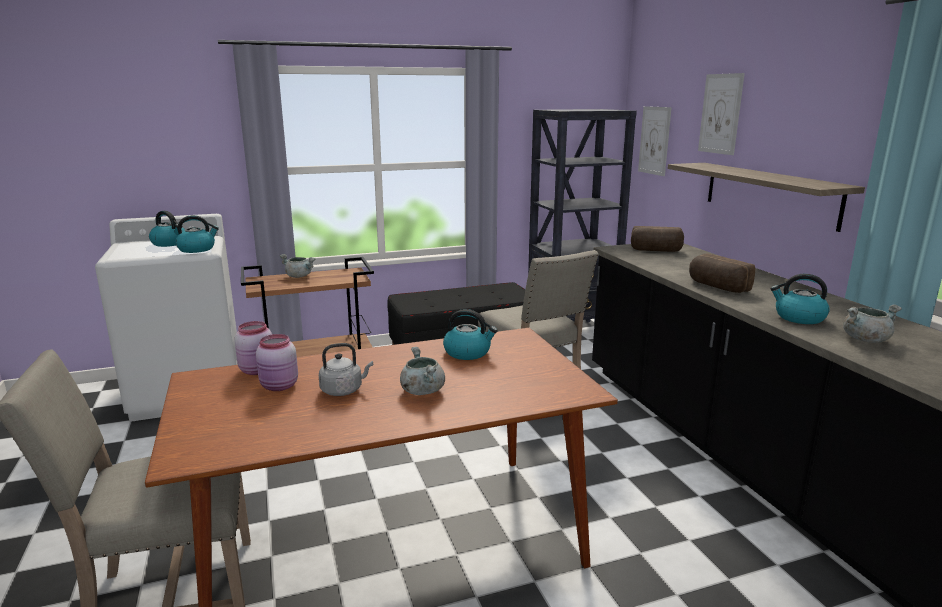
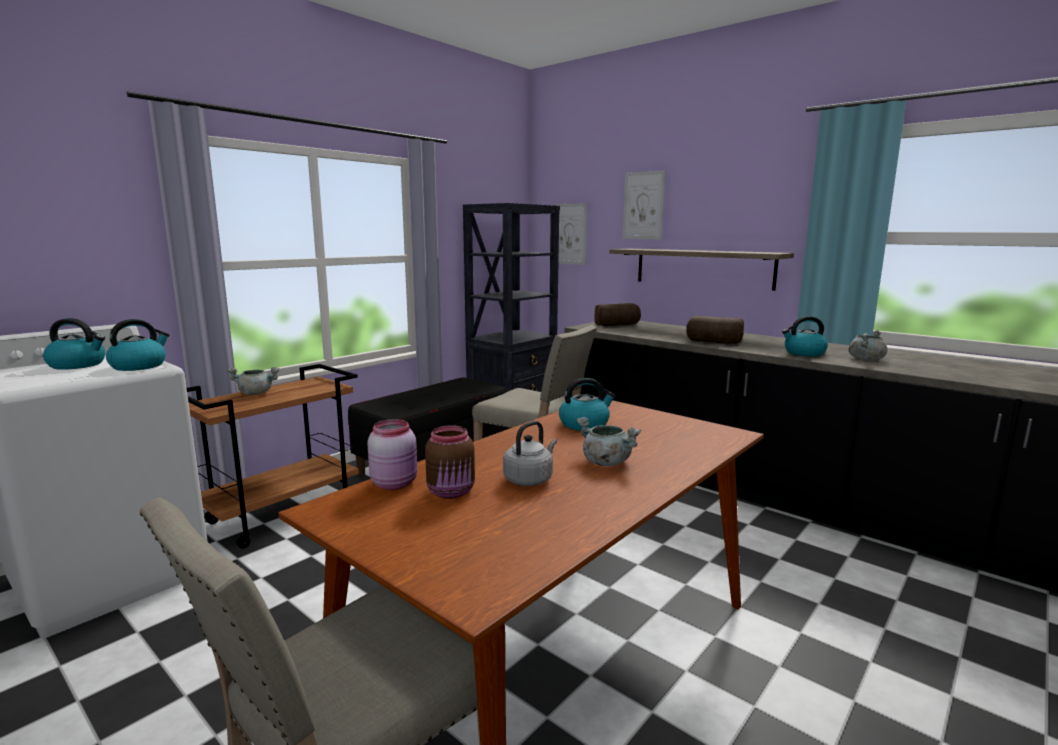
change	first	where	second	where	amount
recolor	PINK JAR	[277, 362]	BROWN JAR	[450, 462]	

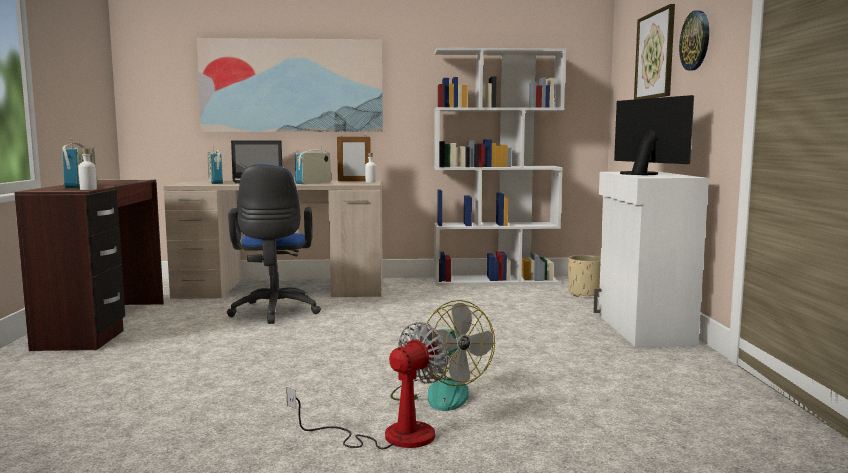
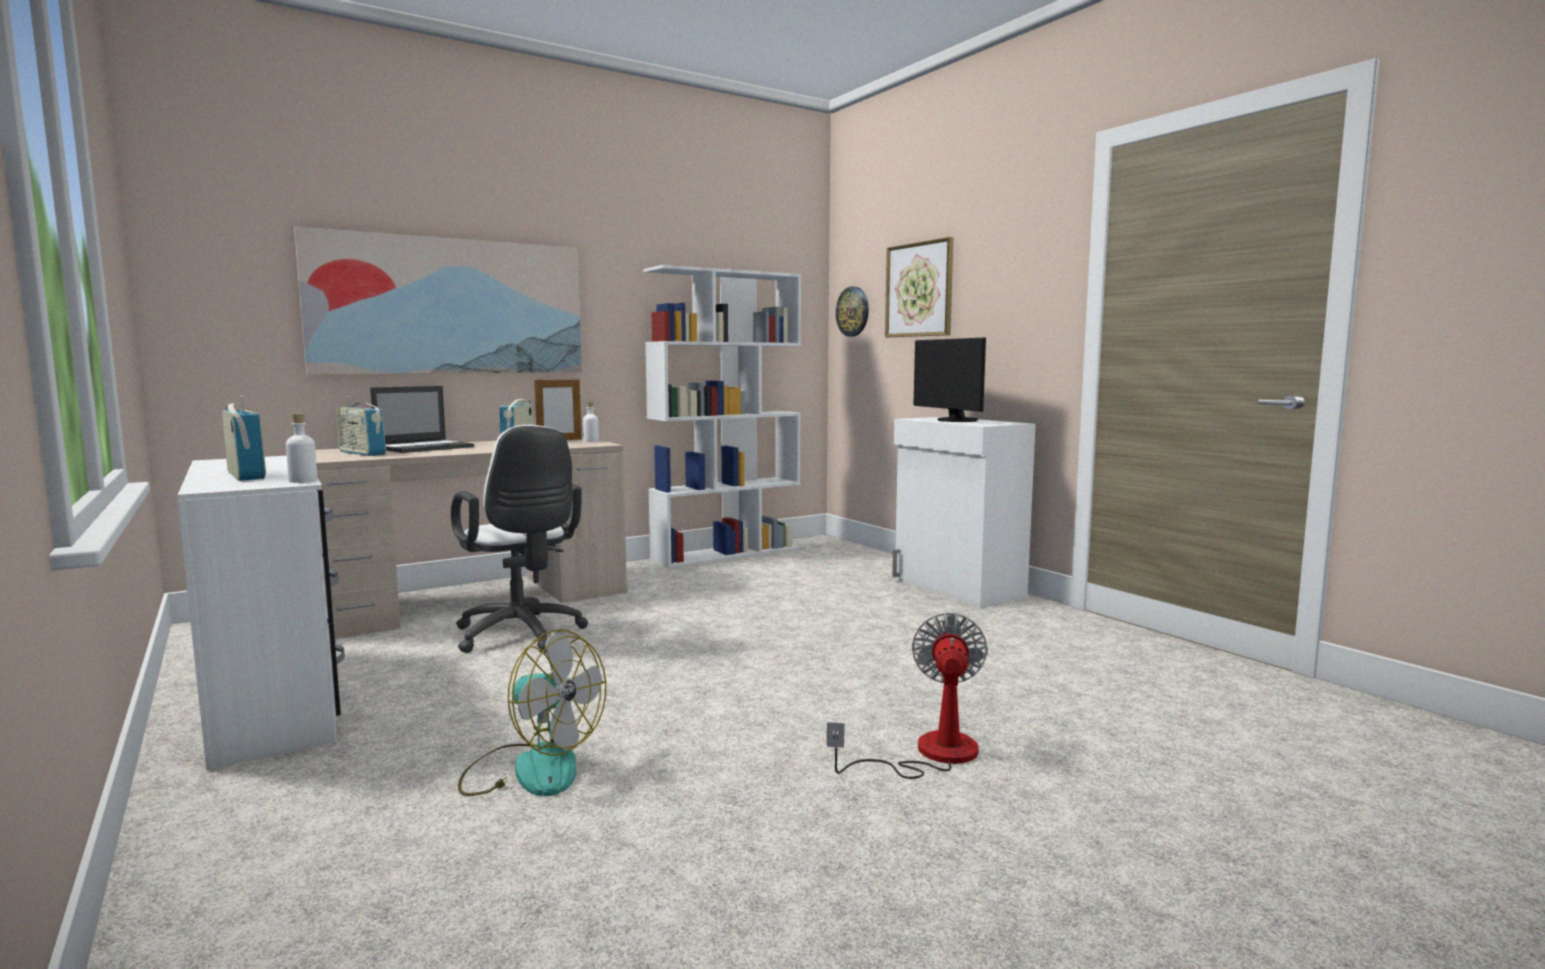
change	first	where	second	where	amount
move	WALL CLOCK	[694, 41]		[852, 311]	
rotate	MONITOR	[654, 135]		[950, 379]	150 degrees counterclockwise
recolor	BLUE OFFICE CHAIR	[274, 244]	WHITE OFFICE CHAIR	[519, 539]	
recolor	BROWN DESK	[89, 266]	WHITE DESK	[261, 613]	
delete	BEIGE PLANTER	[584, 276]			
move	FAN	[443, 355]		[532, 713]	

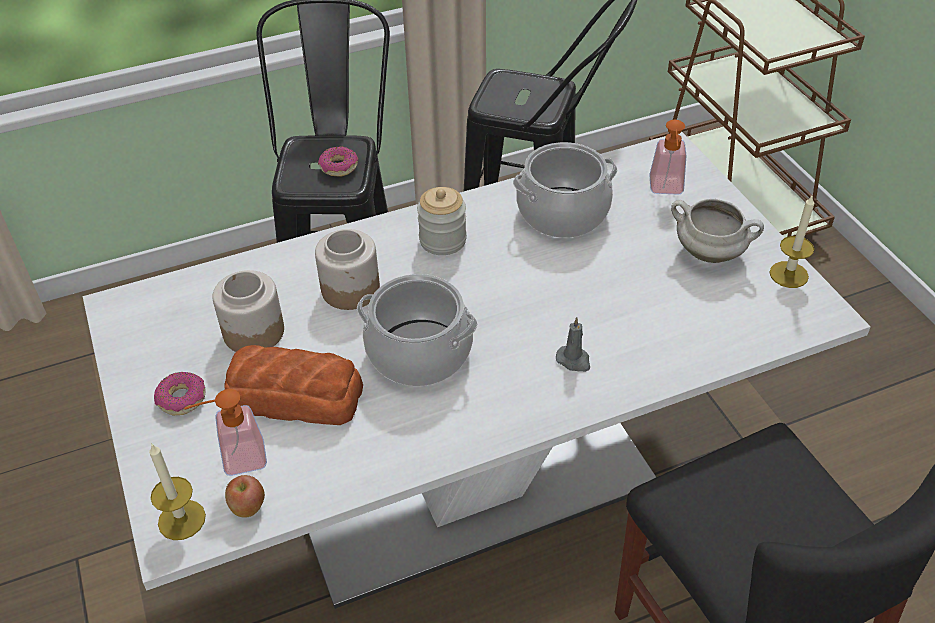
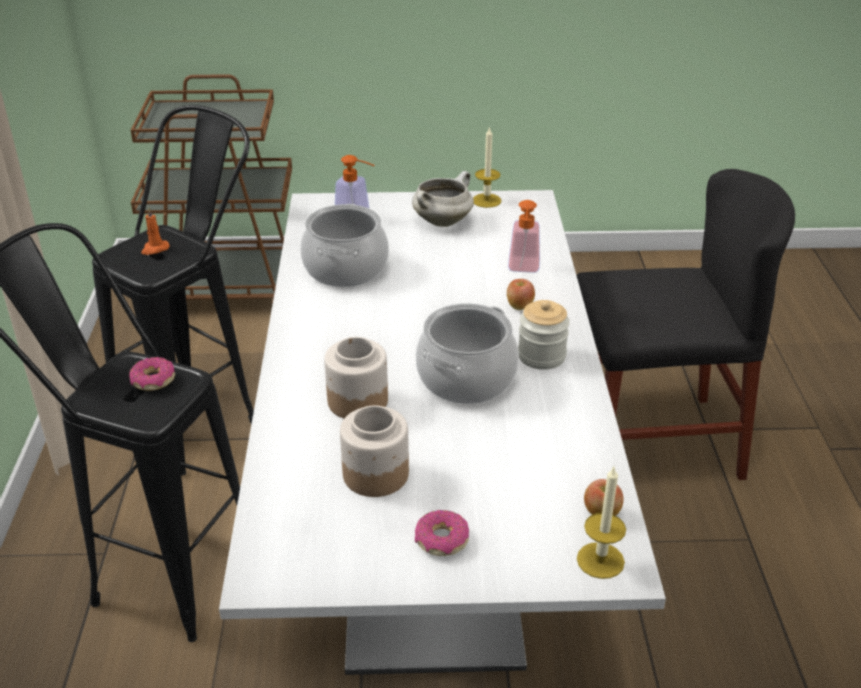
change	first	where	second	where	amount
move	JAR	[442, 221]		[544, 335]	
replace	GREY CANDLE	[573, 344]	APPLE	[521, 294]	
delete	BREAD	[293, 385]			
move	SOAP DISPENSER	[225, 432]		[524, 236]	
insert			ORANGE CANDLE	[155, 231]	

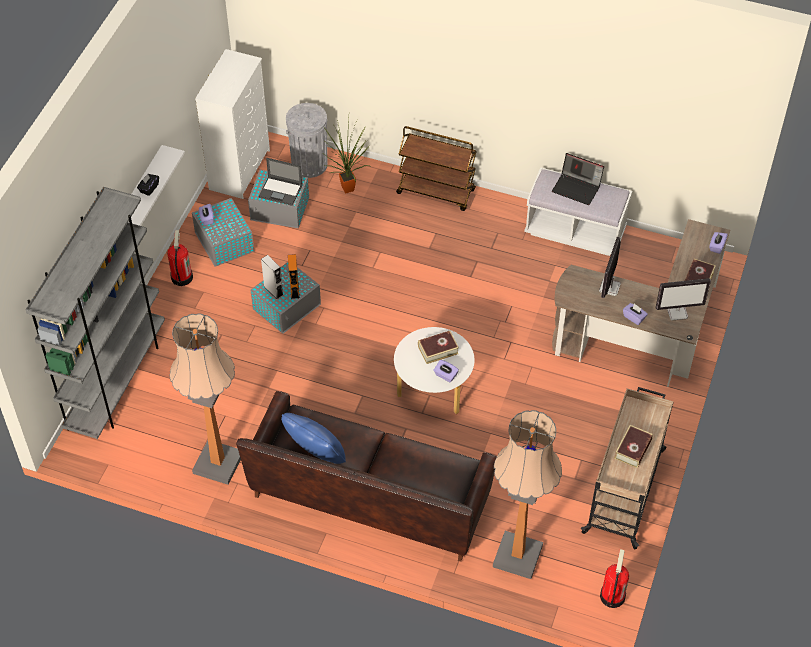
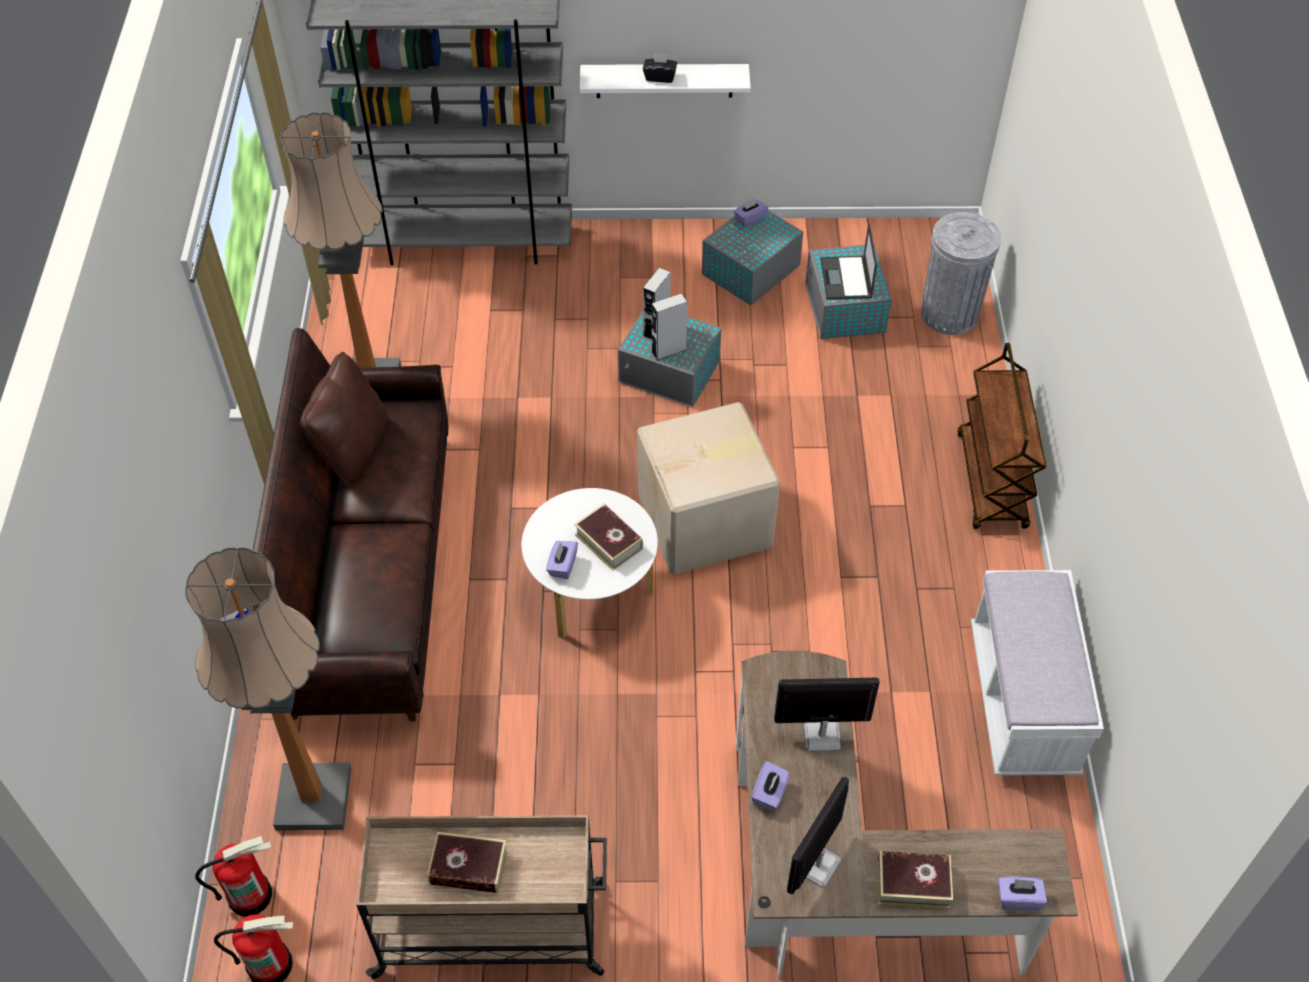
change	first	where	second	where	amount
delete	WHITE DRESSER	[232, 124]			
delete	POTTED PLANT	[347, 156]			
delete	LAPTOP	[578, 179]			
move	FIRE EXTINGUISHER	[180, 258]		[233, 876]	
recolor	ORANGE SPEAKER	[294, 276]	GREY SPEAKER	[669, 327]	
rotate	MONITOR	[683, 299]		[818, 835]	60 degrees clockwise
recolor	BLUE PILLOW	[313, 438]	BROWN PILLOW	[344, 419]	
insert			CARDBOARD BOX	[708, 488]	

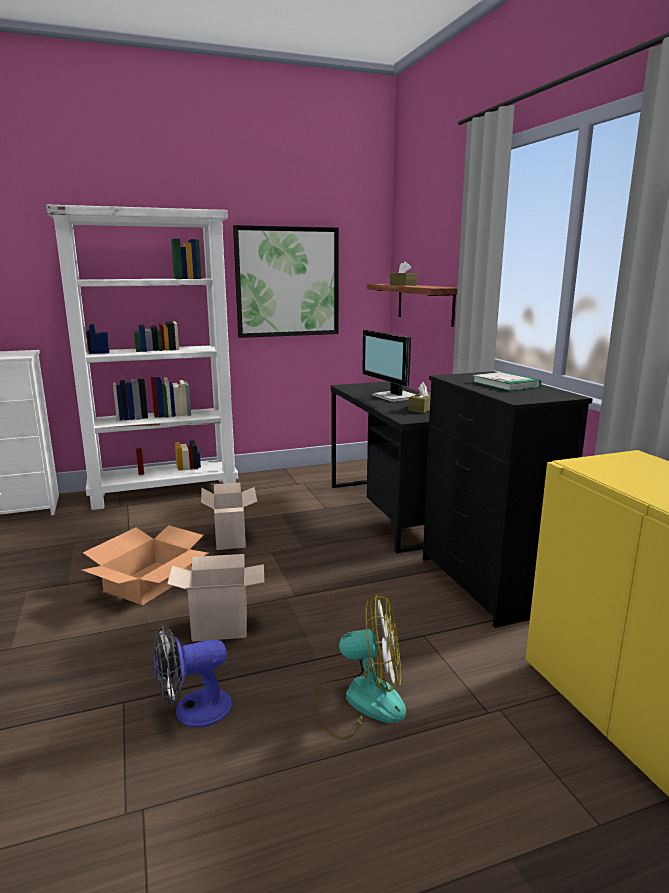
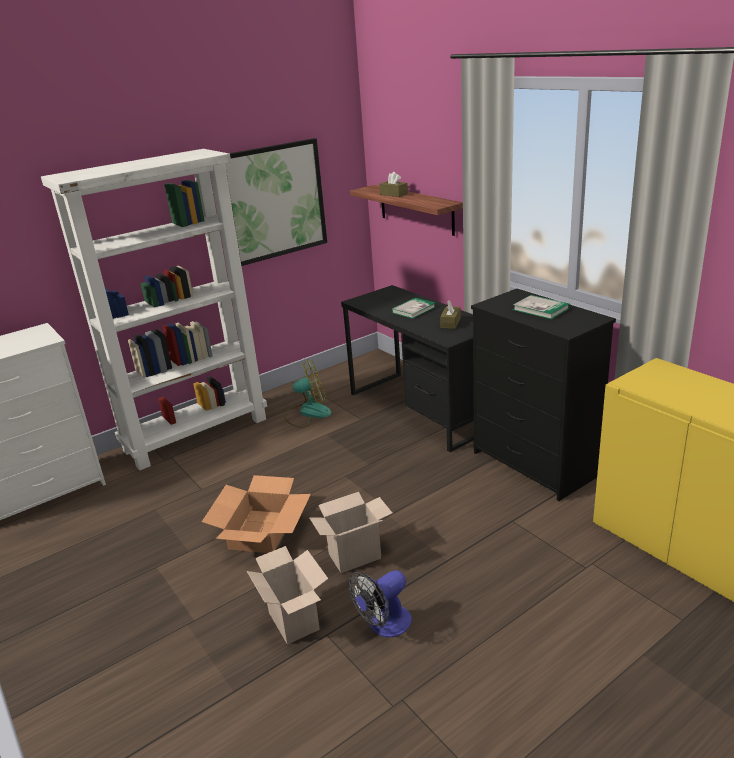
change	first	where	second	where	amount
replace	MONITOR	[389, 366]	BOOK	[413, 308]	
move	CARDBOARD BOX	[229, 516]		[287, 595]	
move	FAN	[359, 667]		[307, 394]	

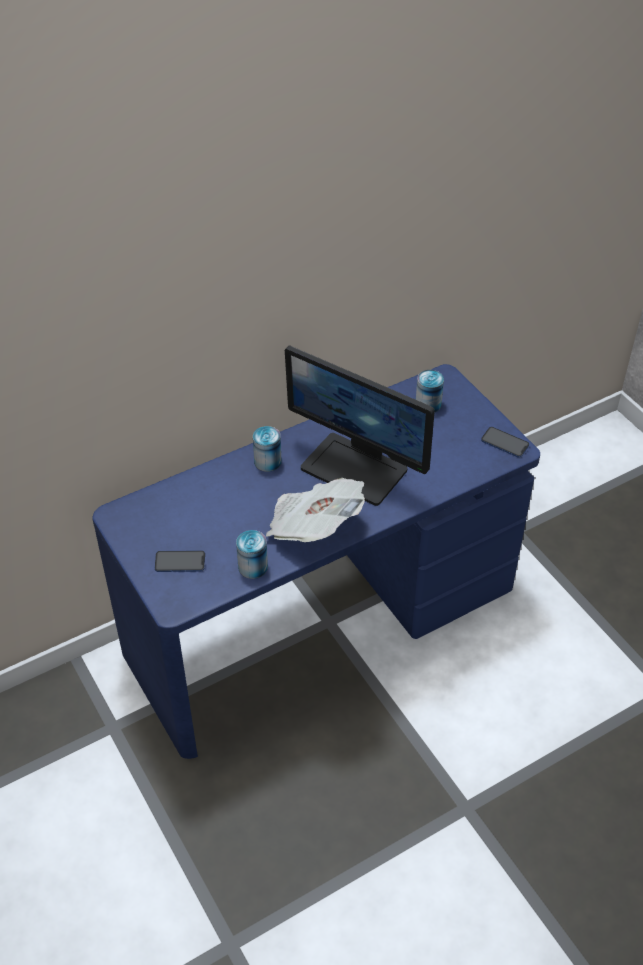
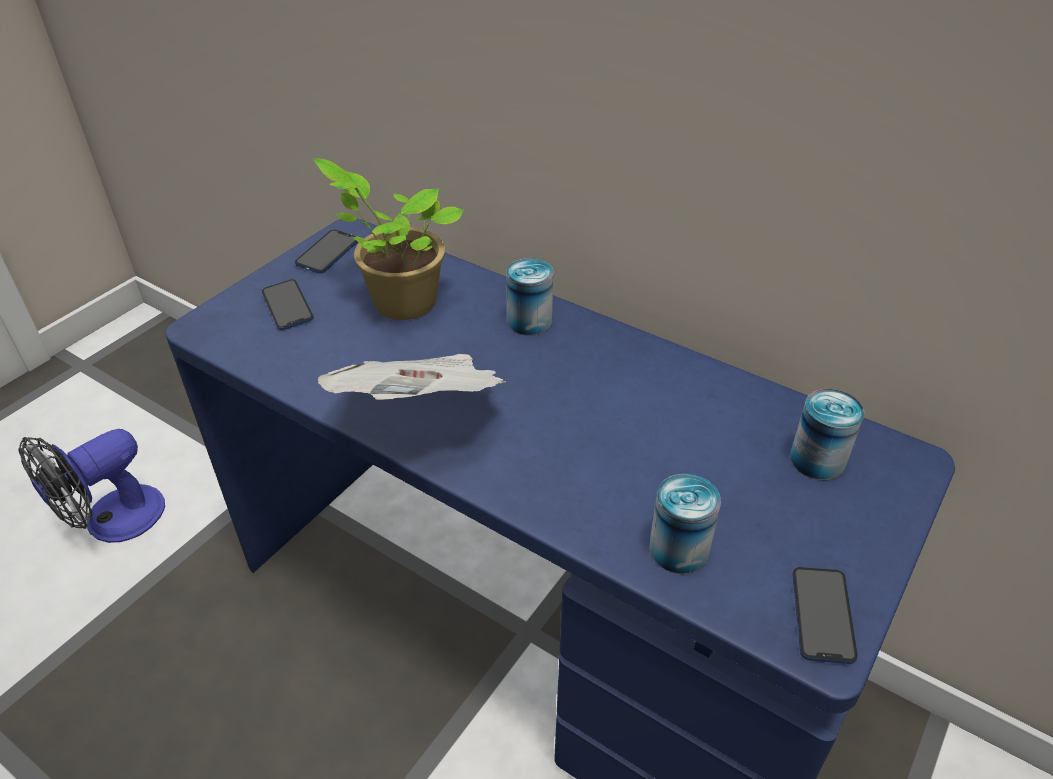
change	first	where	second	where	amount
delete	MONITOR	[360, 425]			
move	CAN	[252, 554]		[685, 524]	
insert			POTTED PLANT	[389, 239]	
insert			PHONE	[326, 252]	
insert			FAN	[92, 486]	

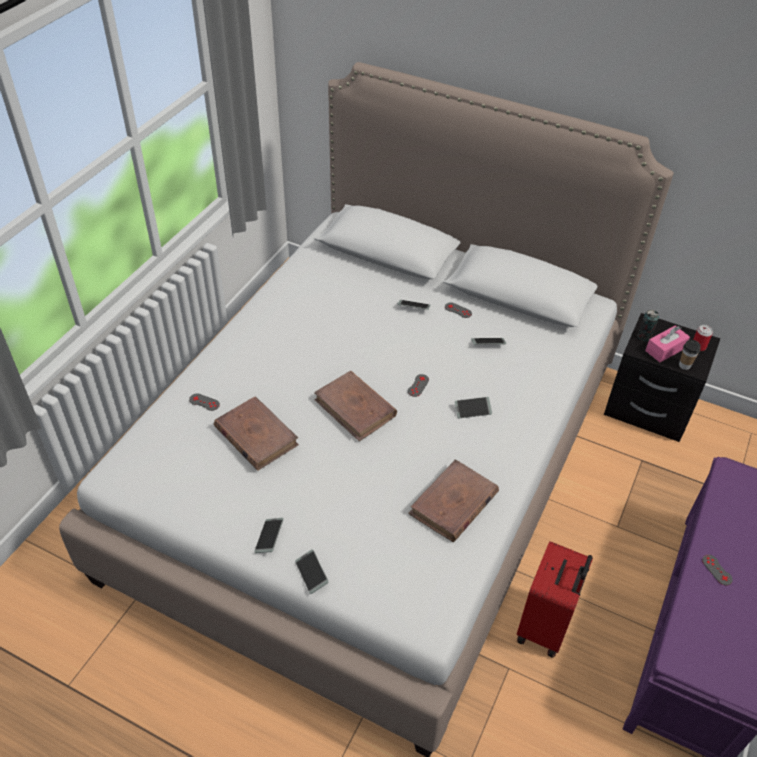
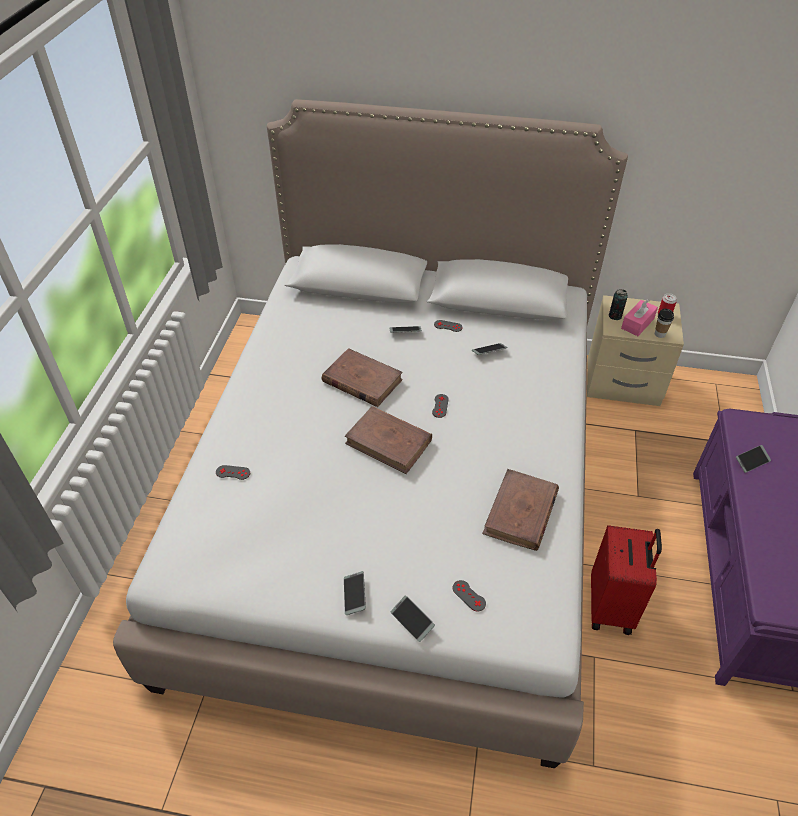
change	first	where	second	where	amount
recolor	BLACK NIGHTSTAND	[662, 377]	BEIGE NIGHTSTAND	[635, 350]	
move	BROWN BOOK	[256, 433]		[362, 377]	
move	PHONE	[473, 407]		[753, 459]	
move	GREY GAME CONTROLLER	[717, 570]		[469, 596]	

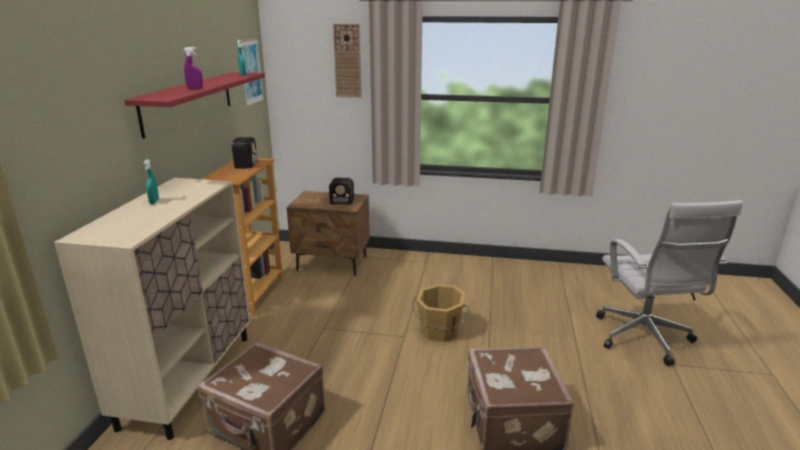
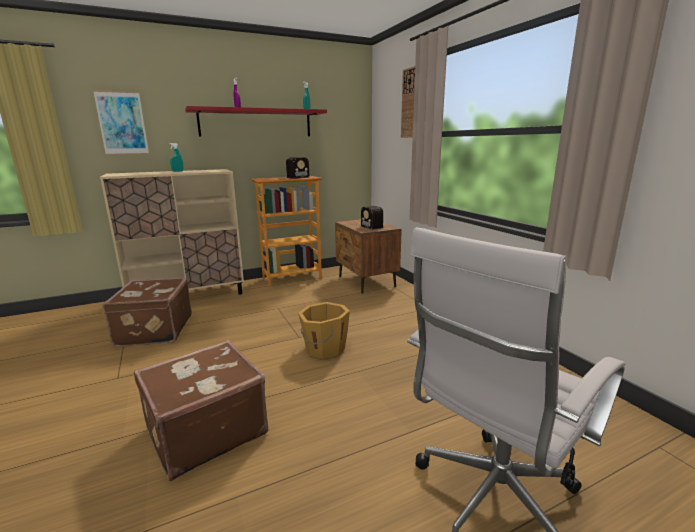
change	first	where	second	where	amount
move	PICTURE	[252, 72]		[121, 122]	

